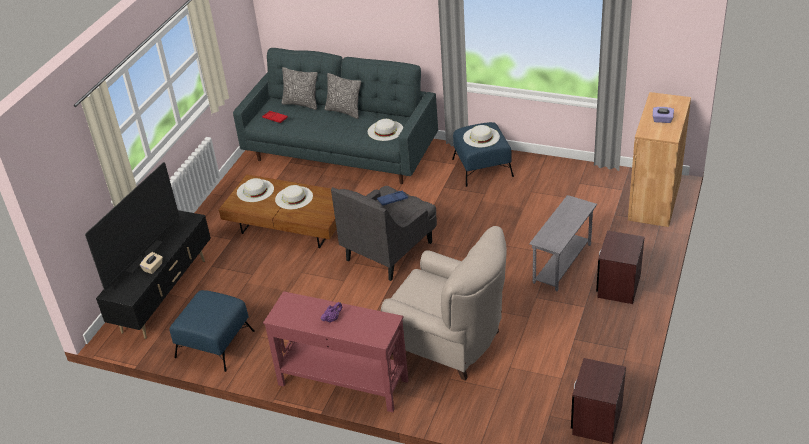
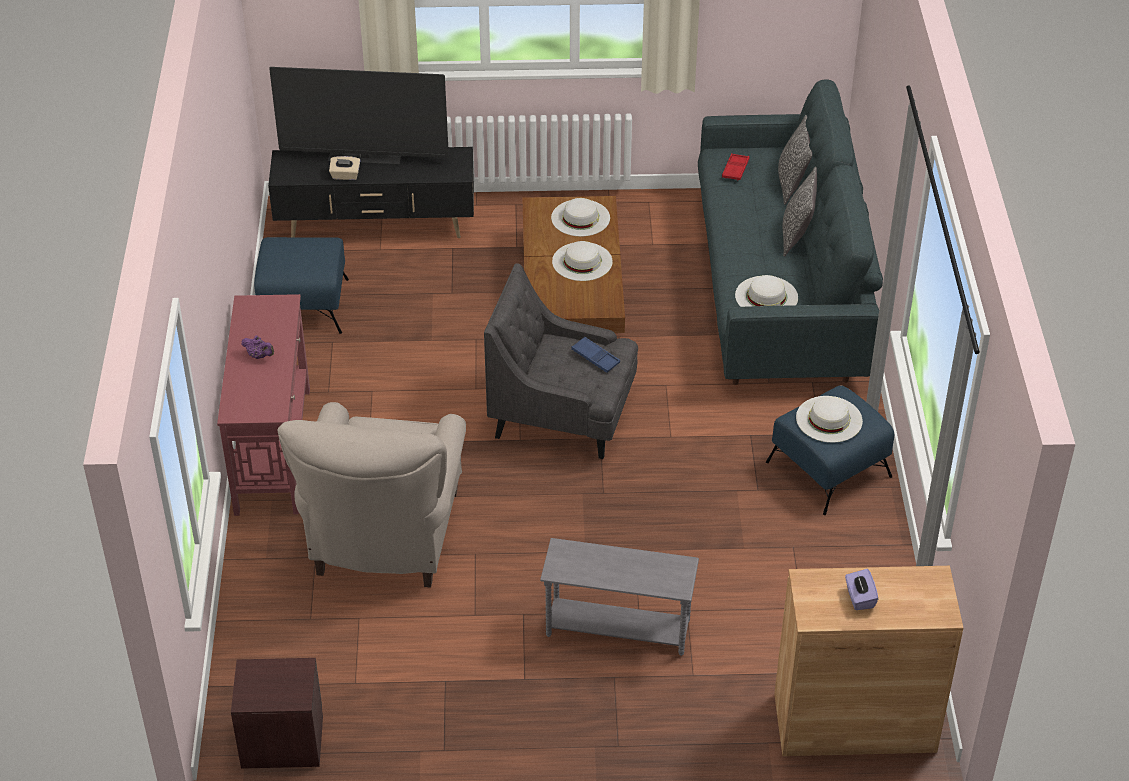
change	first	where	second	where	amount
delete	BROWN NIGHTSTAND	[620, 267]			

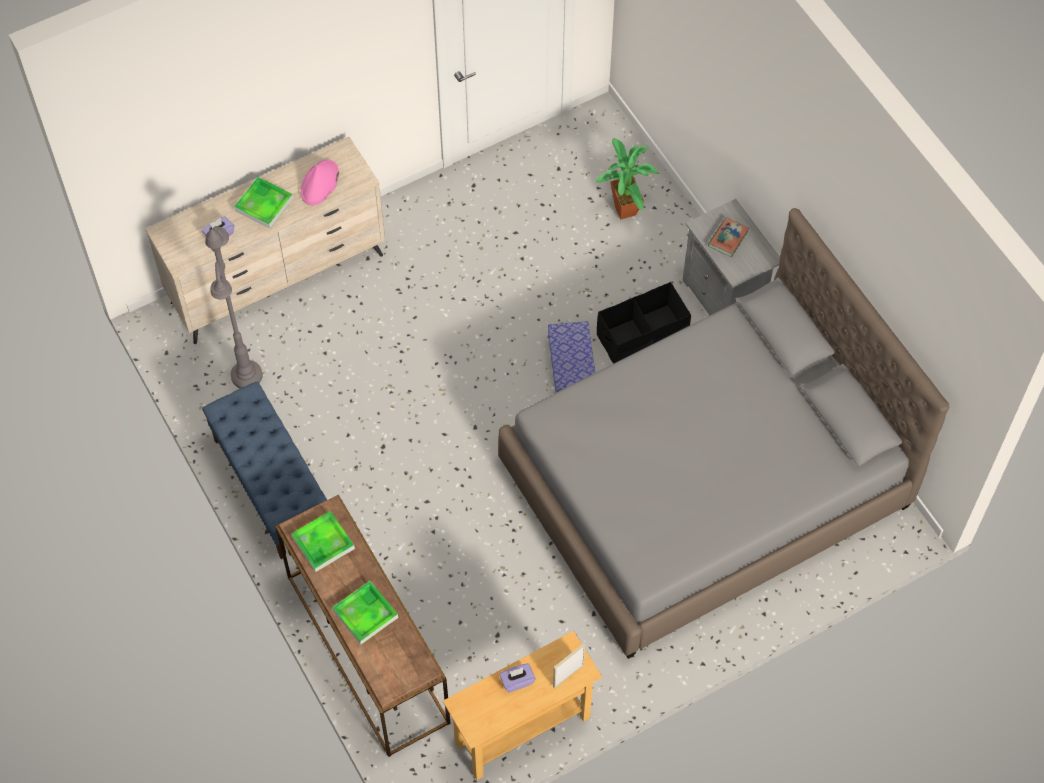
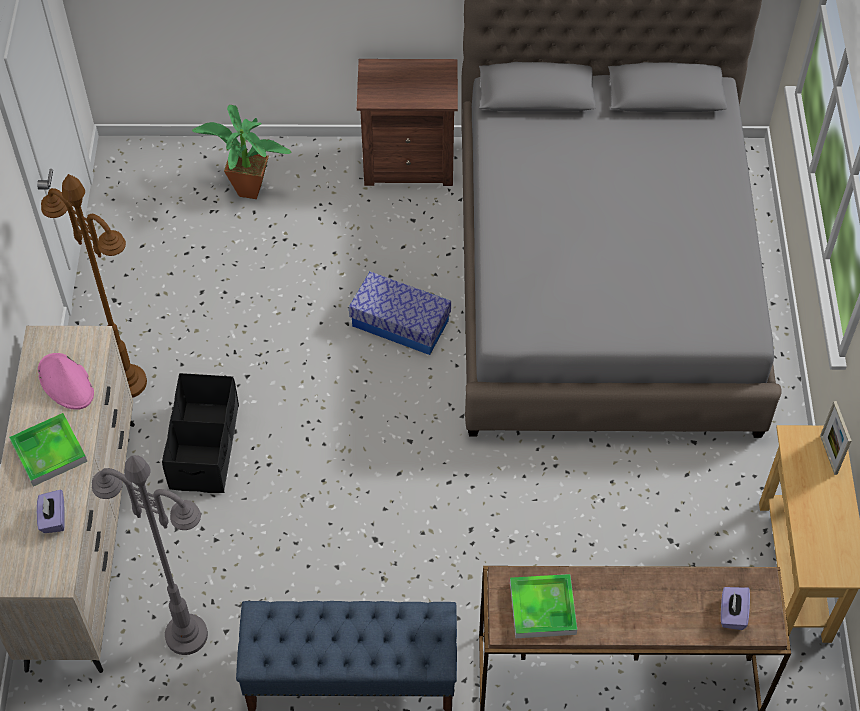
change	first	where	second	where	amount
recolor	GREY NIGHTSTAND	[731, 257]	BROWN NIGHTSTAND	[407, 122]	
delete	BOOK	[728, 237]			
move	BLACK STORAGE BOX	[644, 323]		[200, 433]	
delete	TRAY	[365, 613]			
move	PURPLE TISSUE BOX	[517, 678]		[735, 608]	
insert			BROWN FLOOR LAMP	[94, 286]	

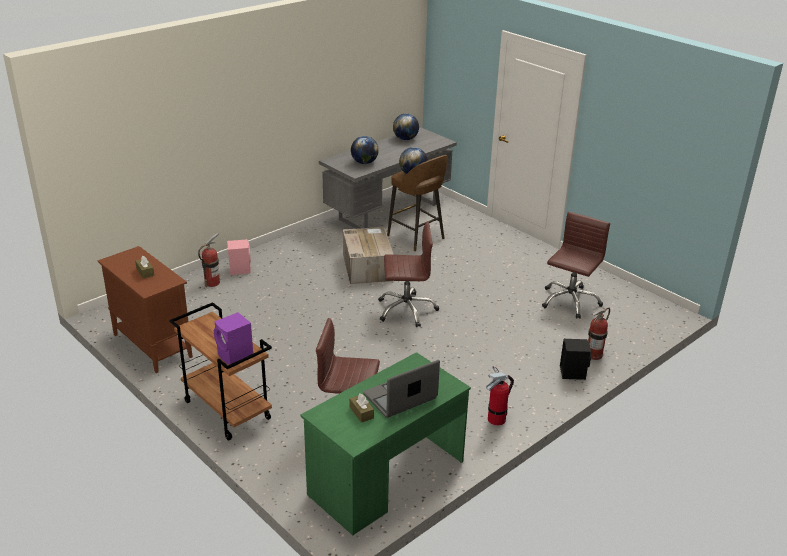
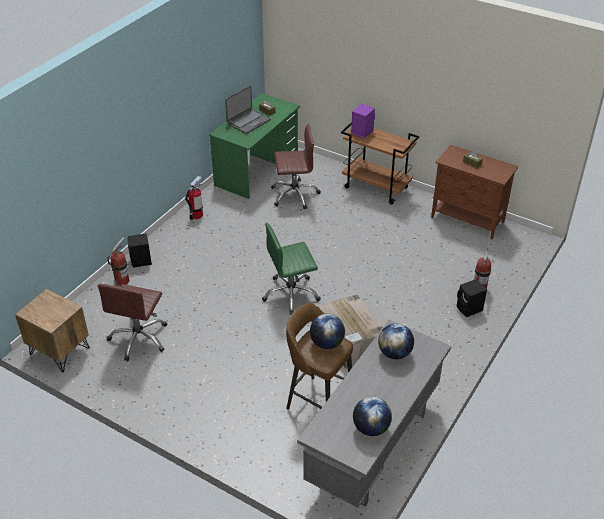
change	first	where	second	where	amount
recolor	BROWN OFFICE CHAIR	[408, 274]	GREEN OFFICE CHAIR	[291, 268]	
recolor	PINK SPEAKER	[239, 257]	BLACK SPEAKER	[472, 298]	
insert			BROWN NIGHTSTAND	[52, 331]	

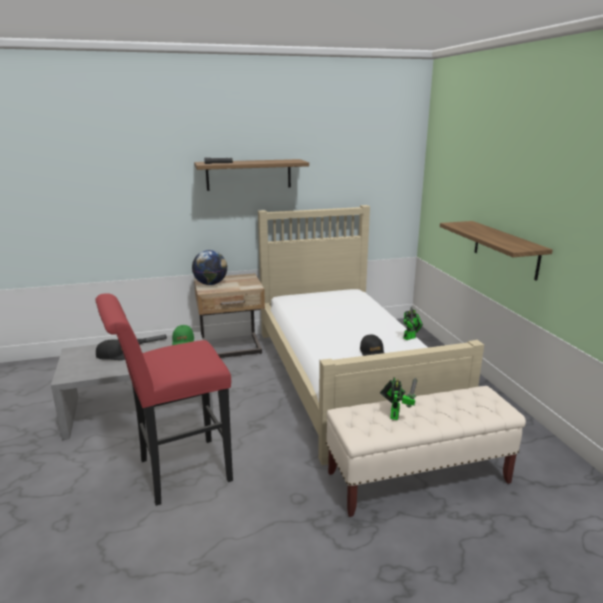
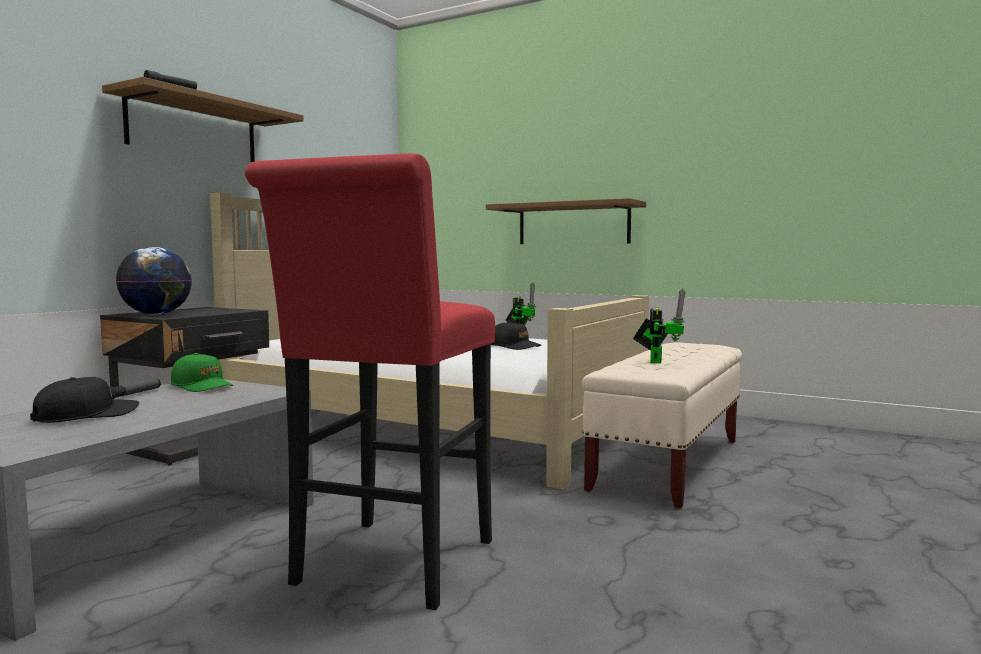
change	first	where	second	where	amount
recolor	BEIGE NIGHTSTAND	[229, 315]	BLACK NIGHTSTAND	[184, 386]	
rotate	TOY ROBOT	[398, 398]		[659, 325]	45 degrees clockwise

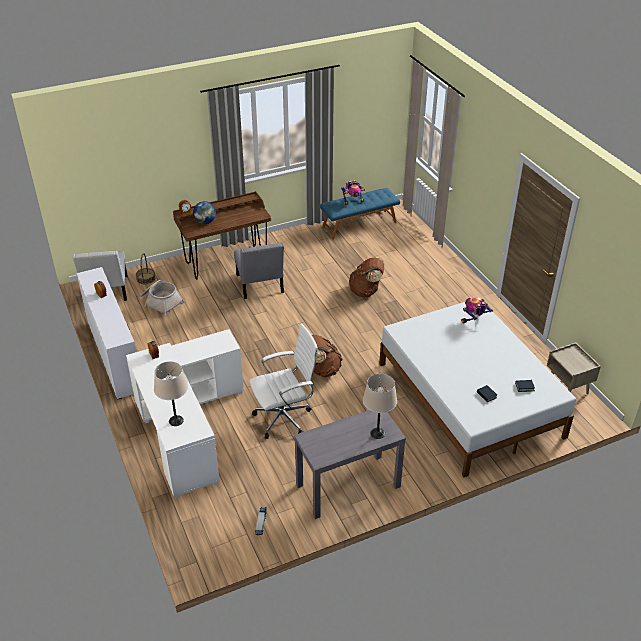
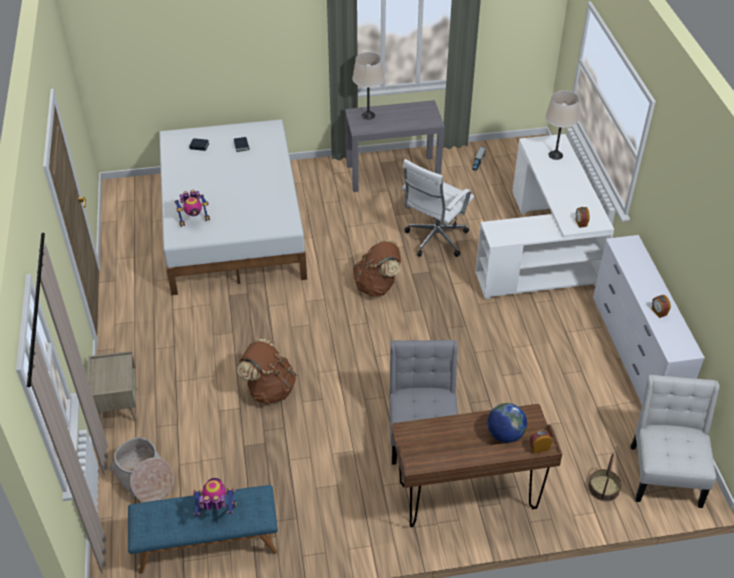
change	first	where	second	where	amount
move	BASKET	[162, 298]		[141, 470]	
rotate	WHITE OFFICE CHAIR	[284, 381]		[438, 208]	45 degrees counterclockwise
move	BEIGE NIGHTSTAND	[574, 368]		[112, 388]	

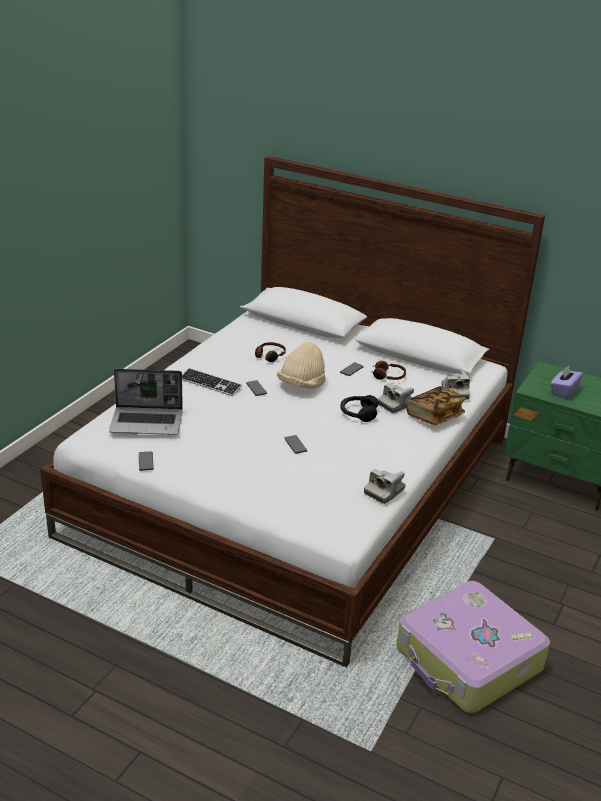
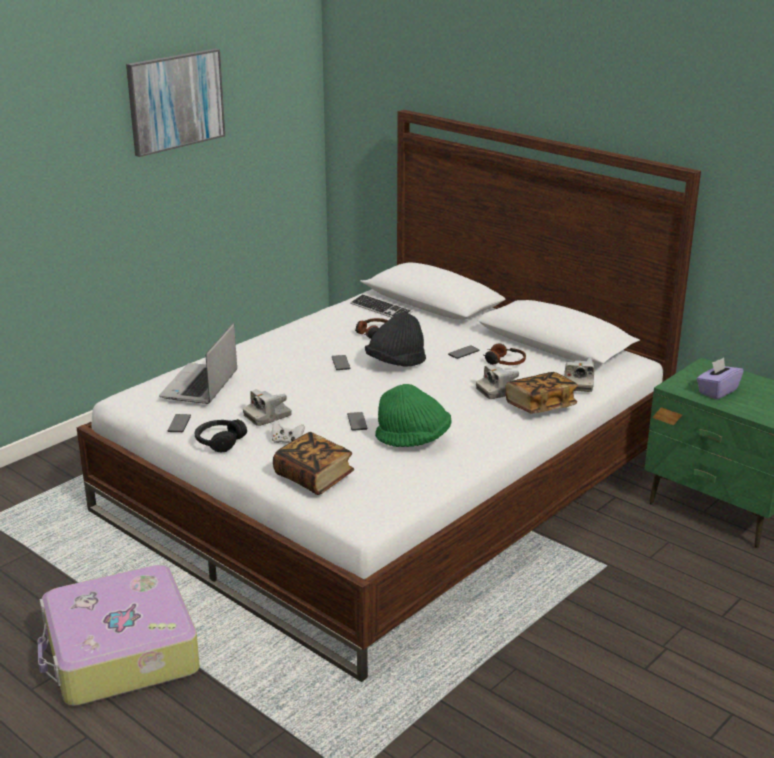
change	first	where	second	where	amount
recolor	BEIGE HAT	[301, 365]	BLACK HAT	[395, 339]	
move	KEYBOARD	[212, 382]		[381, 306]	
rotate	LAPTOP	[146, 402]		[198, 363]	90 degrees clockwise
move	BLACK HEADPHONES	[359, 408]		[221, 435]	
move	PHOTO CAMERA	[385, 486]		[267, 407]	
move	SUITCASE	[473, 647]		[119, 635]	
insert			PICTURE	[175, 103]	
insert			GREEN HAT	[413, 415]	
insert			WHITE GAME CONTROLLER	[288, 431]	
insert			BOOK	[313, 463]	

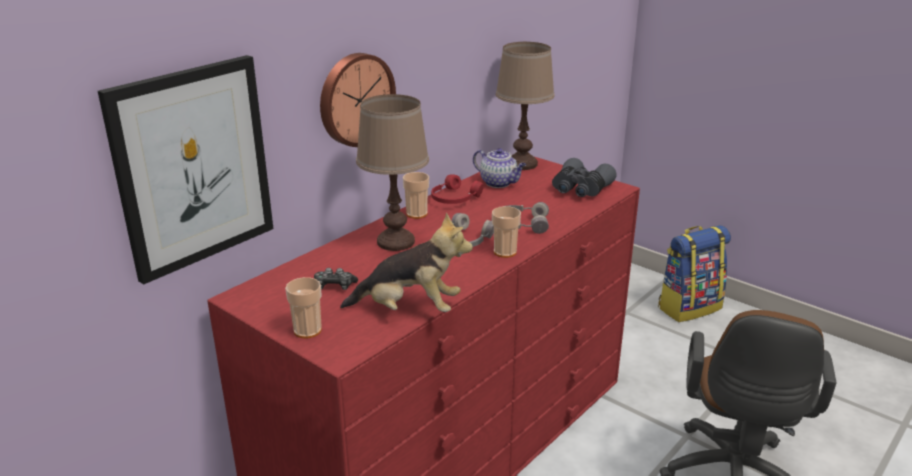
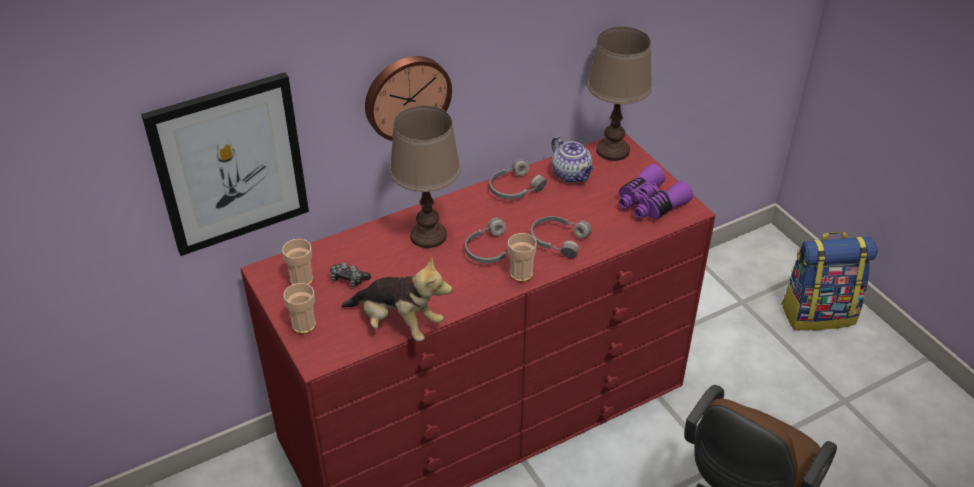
change	first	where	second	where	amount
recolor	GREY BINOCULARS	[584, 177]	PURPLE BINOCULARS	[656, 191]	
move	CUP	[416, 195]		[297, 262]	
recolor	RED HEADPHONES	[457, 189]	GREY HEADPHONES	[518, 179]	

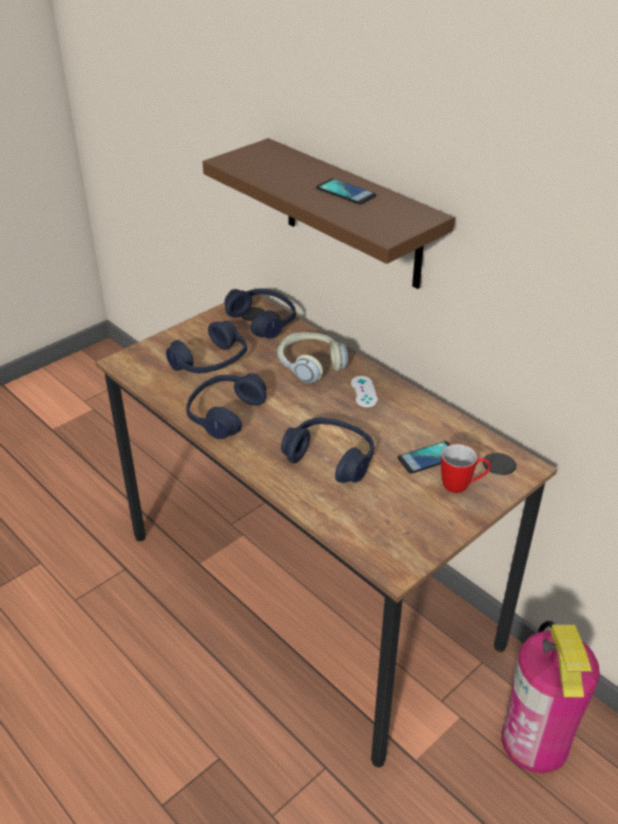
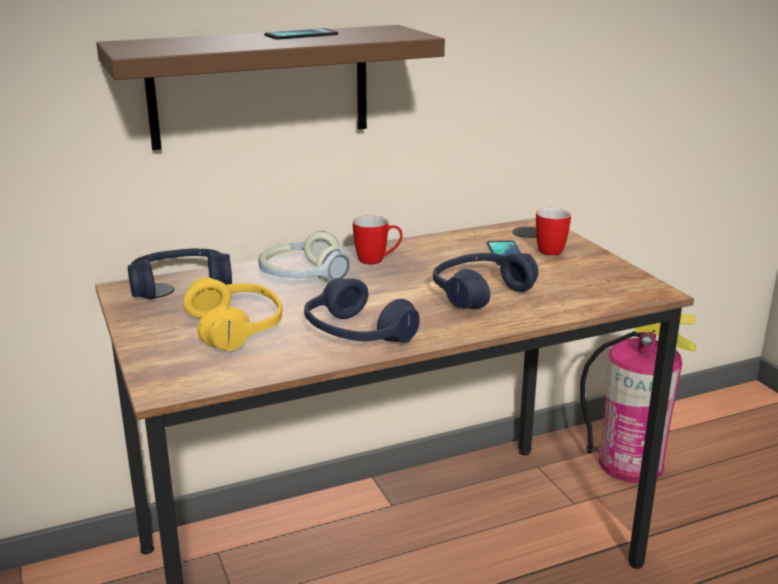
change	first	where	second	where	amount
recolor	BLUE HEADPHONES	[206, 347]	YELLOW HEADPHONES	[233, 314]	
replace	WHITE GAME CONTROLLER	[364, 391]	MUG	[378, 240]	

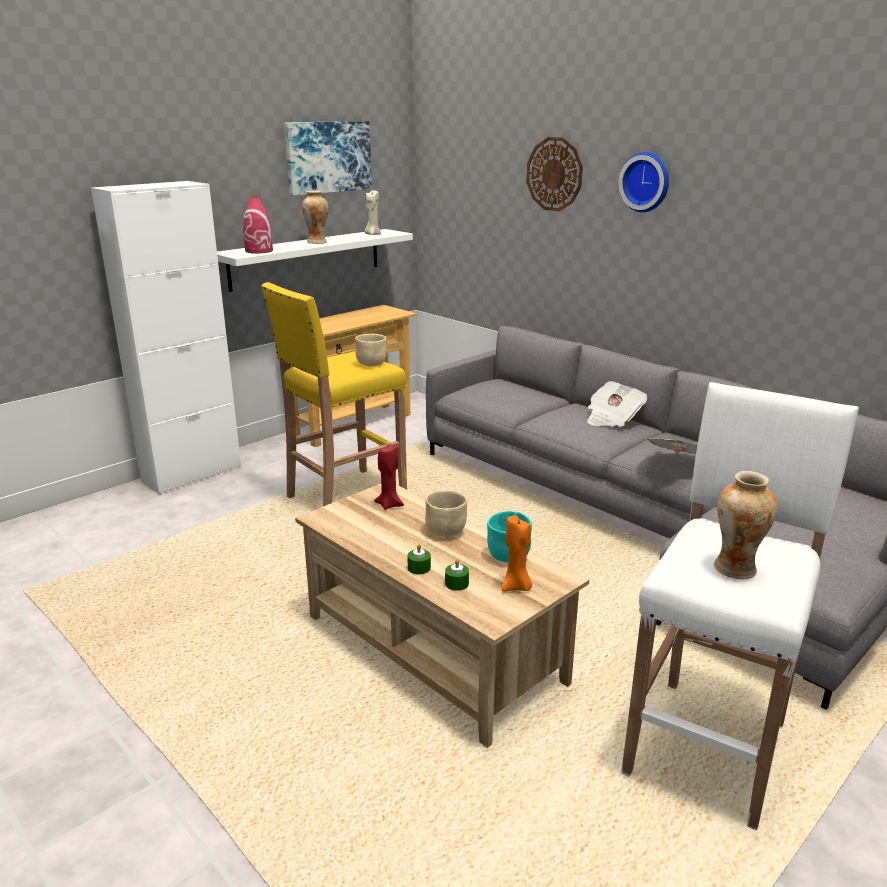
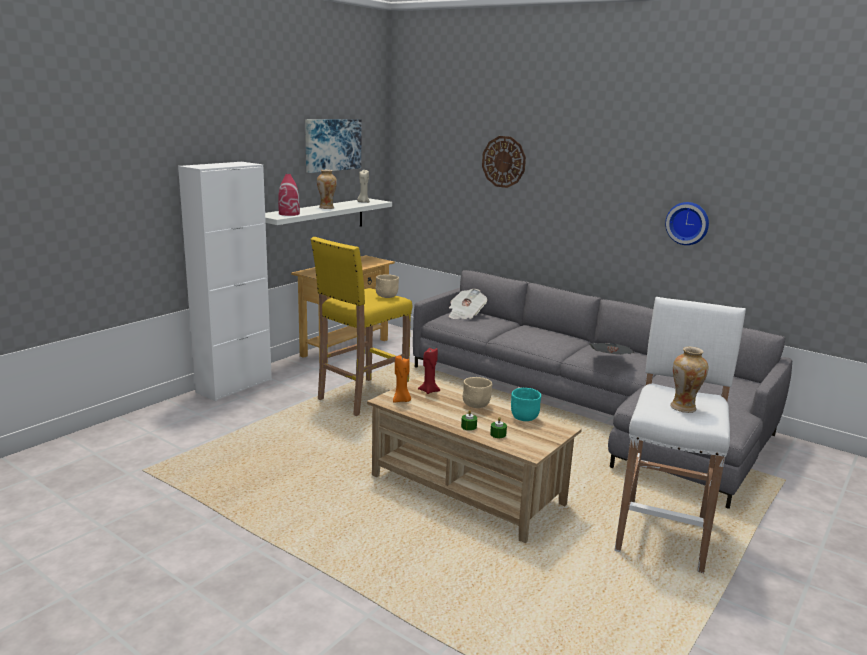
change	first	where	second	where	amount
move	WALL CLOCK	[643, 182]		[687, 223]	
move	NEWSPAPER	[617, 404]		[468, 304]	
move	ORANGE CANDLE	[517, 553]		[402, 378]	

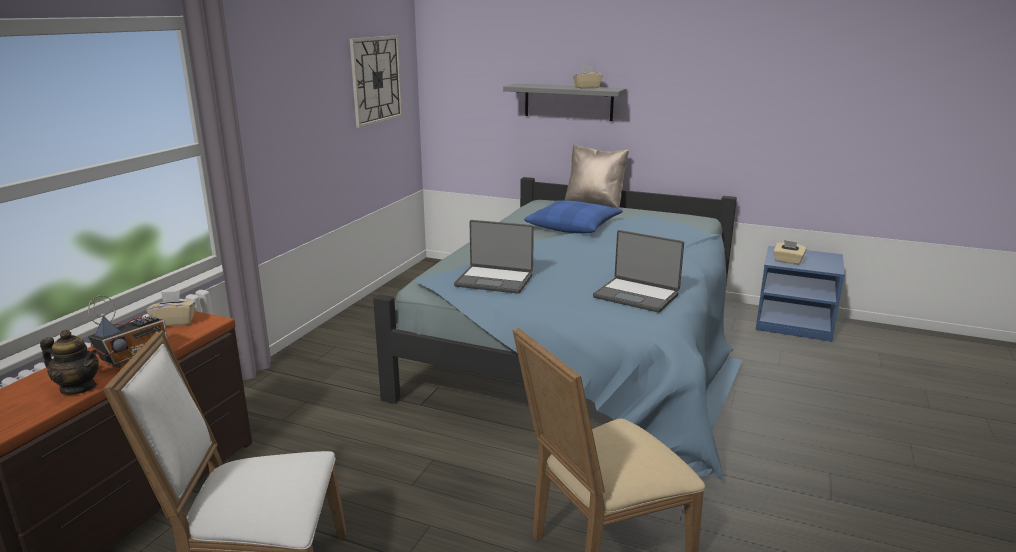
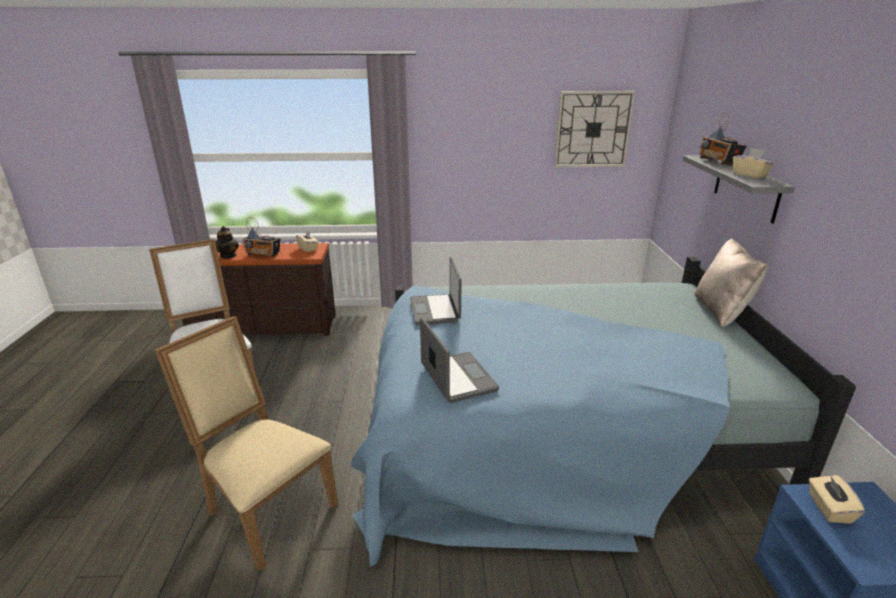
change	first	where	second	where	amount
delete	BLUE PILLOW	[573, 216]			
rotate	LAPTOP	[638, 271]		[459, 360]	150 degrees clockwise
insert			RADIO	[723, 139]	

